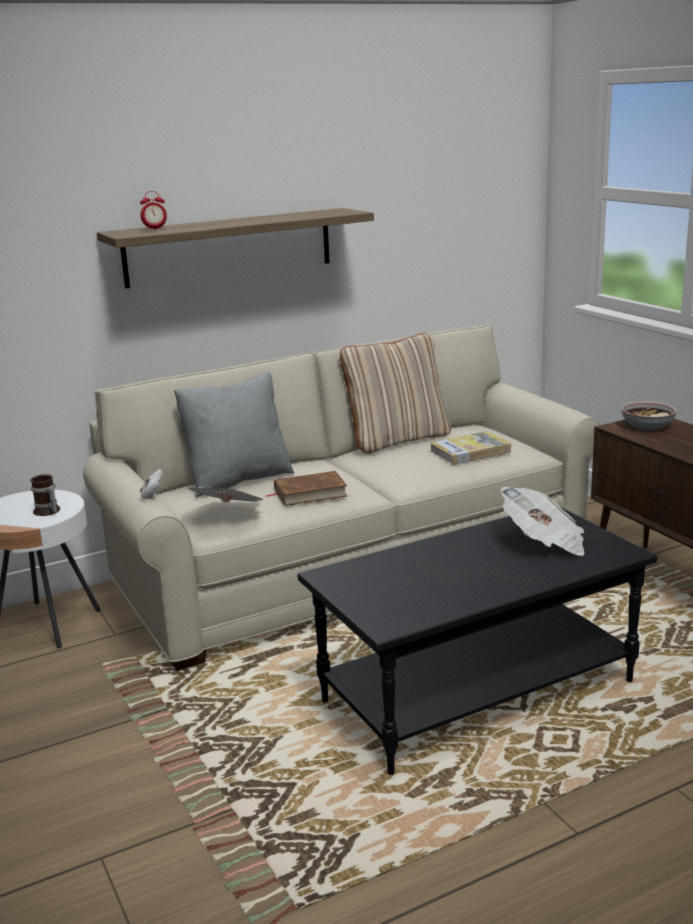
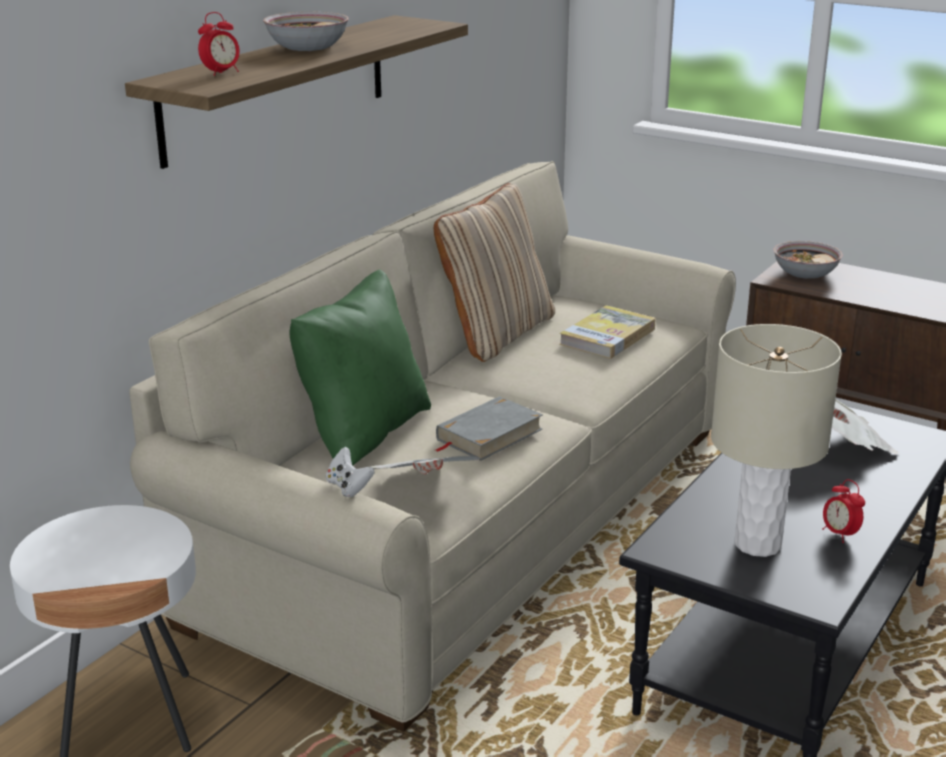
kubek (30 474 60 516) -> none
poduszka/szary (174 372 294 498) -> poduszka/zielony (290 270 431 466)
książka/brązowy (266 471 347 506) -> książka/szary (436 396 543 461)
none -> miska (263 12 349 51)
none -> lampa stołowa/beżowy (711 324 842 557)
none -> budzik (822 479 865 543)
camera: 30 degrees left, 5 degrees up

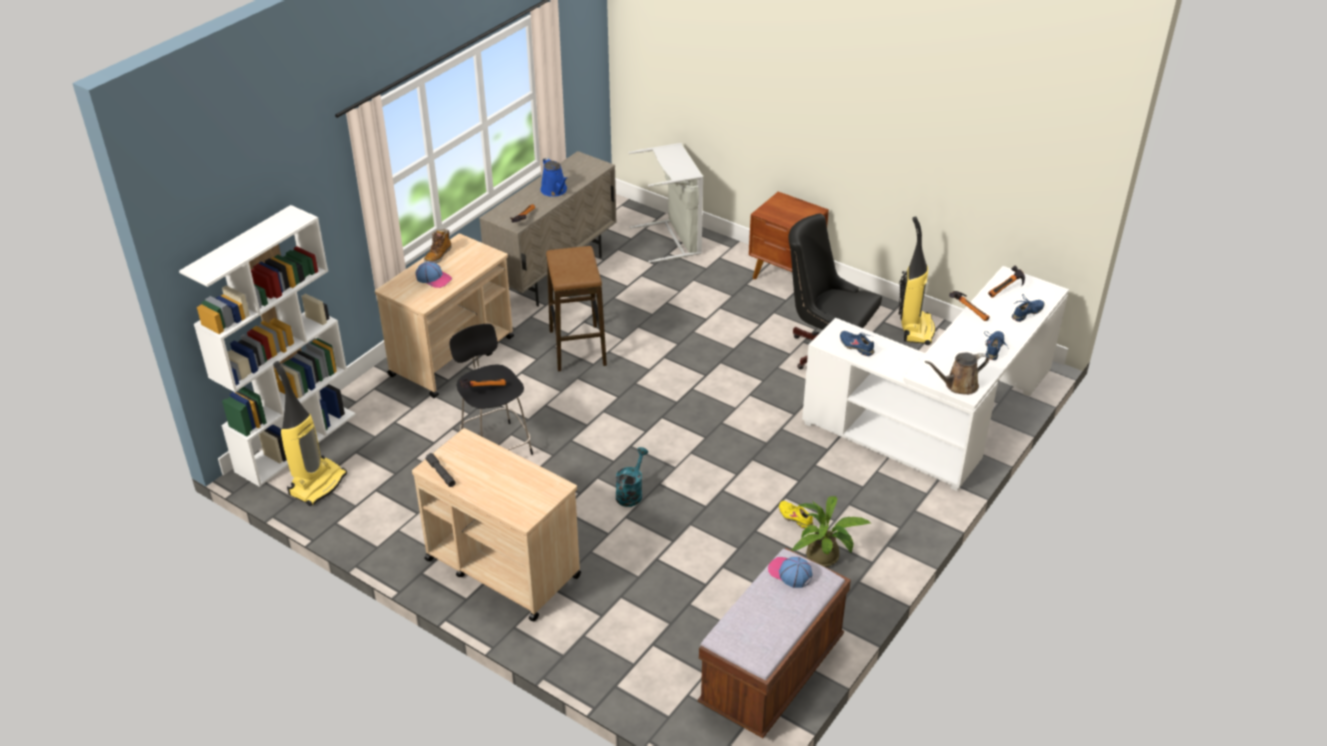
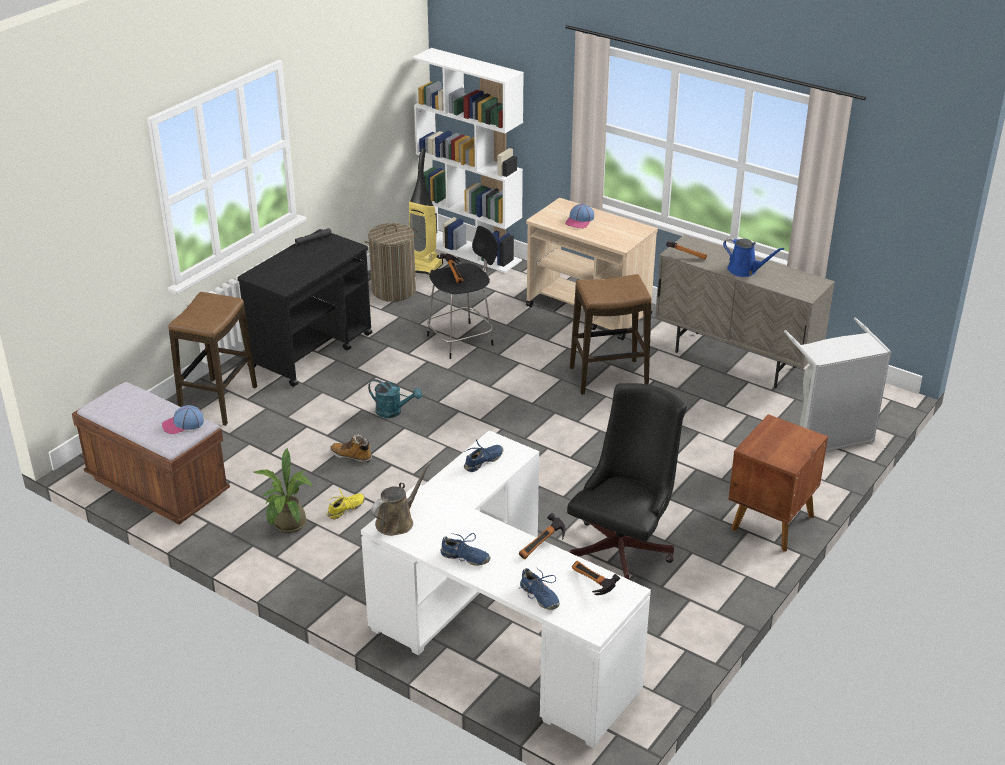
wózek/beżowy (412 428 581 622) -> wózek/czarny (238 229 372 387)
but z cholewką (424 229 452 263) -> but z cholewką (330 434 372 463), move
konewka/niebieski (541 157 568 197) -> konewka/niebieski (723 237 785 277), 120 degrees counterclockwise
czapka z daszkiem (768 557 813 588) -> czapka z daszkiem (162 405 204 434), 150 degrees counterclockwise
odkurzacz (898 216 935 345) -> none
konewka/brązowy (925 353 989 395) -> konewka/brązowy (371 461 432 536), 60 degrees clockwise
none -> stołek (168 292 257 426)
none -> kosz na pranie (365 223 417 302)
camera: 90 degrees right, 5 degrees down

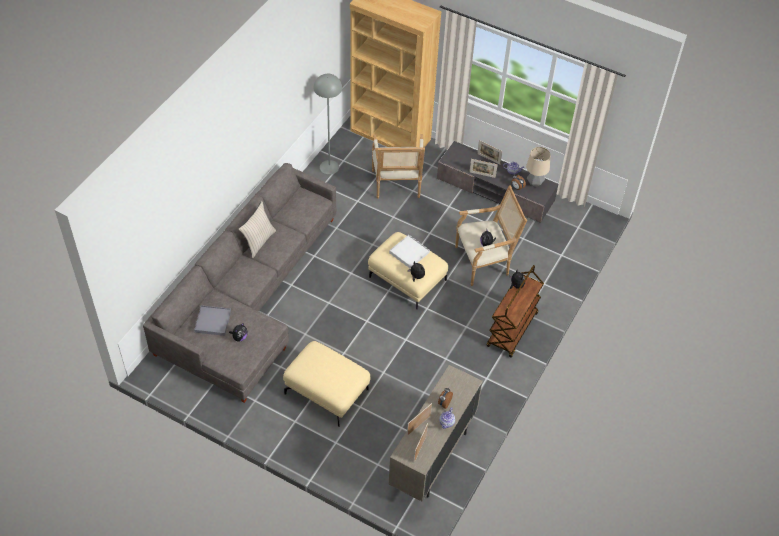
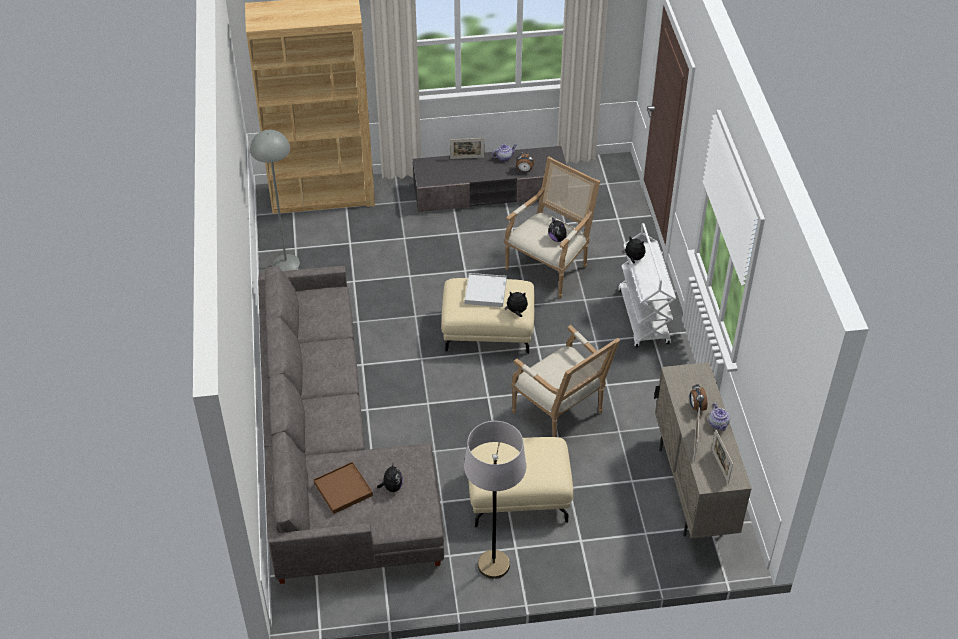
taca/szary (194 305 231 336) -> taca/brązowy (314 462 373 514)
poduszka/beżowy (238 201 276 258) -> none
fotel (372 134 425 199) -> fotel (511 325 620 437), move
ramka na zdjęcie (470 159 498 178) -> none
wózek/brązowy (487 265 544 358) -> wózek/biały (618 223 676 348)
lampa stołowa (526 147 550 187) -> none
none -> lampa stojąca/szary (464 421 526 579)
camera: 35 degrees left, 5 degrees down

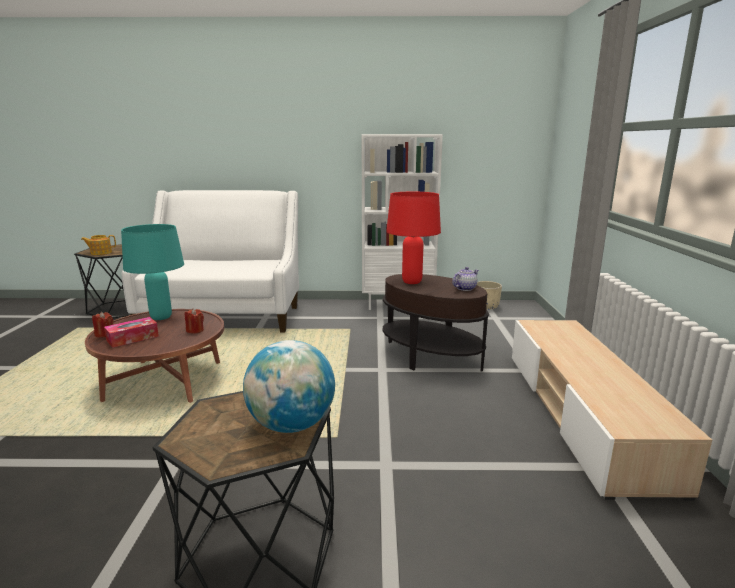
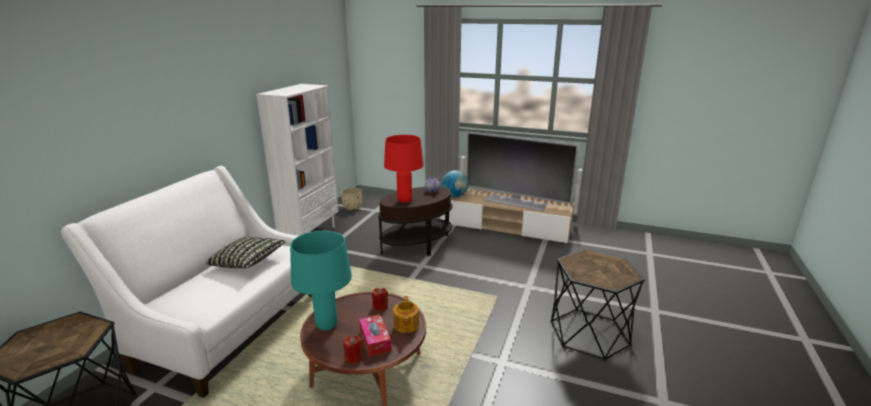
imbryk (81 235 116 255) -> imbryk (393 296 419 333), move
globus (243 340 335 433) -> globus (441 170 469 197), move
none -> poduszka (206 237 286 268)
none -> telewizor (466 132 579 211)
camera: 70 degrees left, 5 degrees up

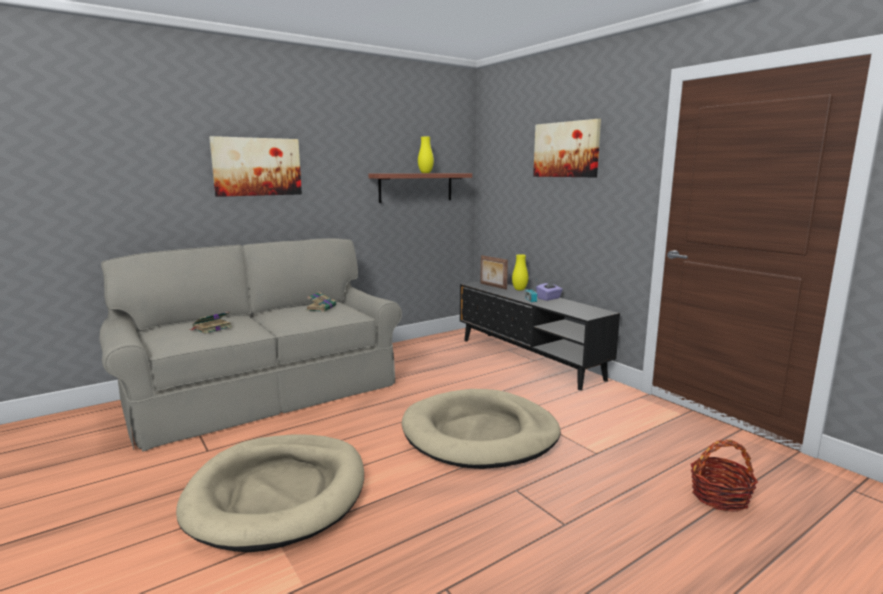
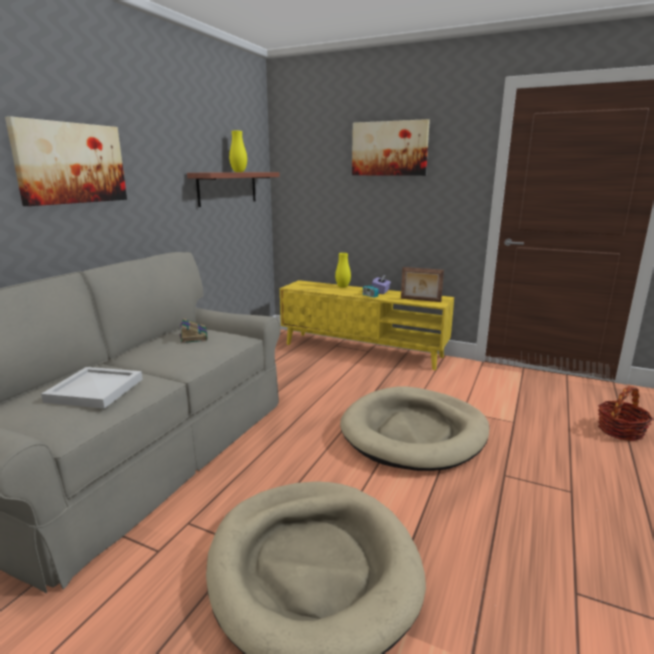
książka (189 312 232 334) -> taca/biały (41 367 143 409)
szafka pod telewizor/czarny (460 281 620 390) -> szafka pod telewizor/żółty (280 280 454 370)
ramka na zdjęcie (480 255 508 290) -> ramka na zdjęcie (401 267 444 302), move
camera: 30 degrees left, 5 degrees up

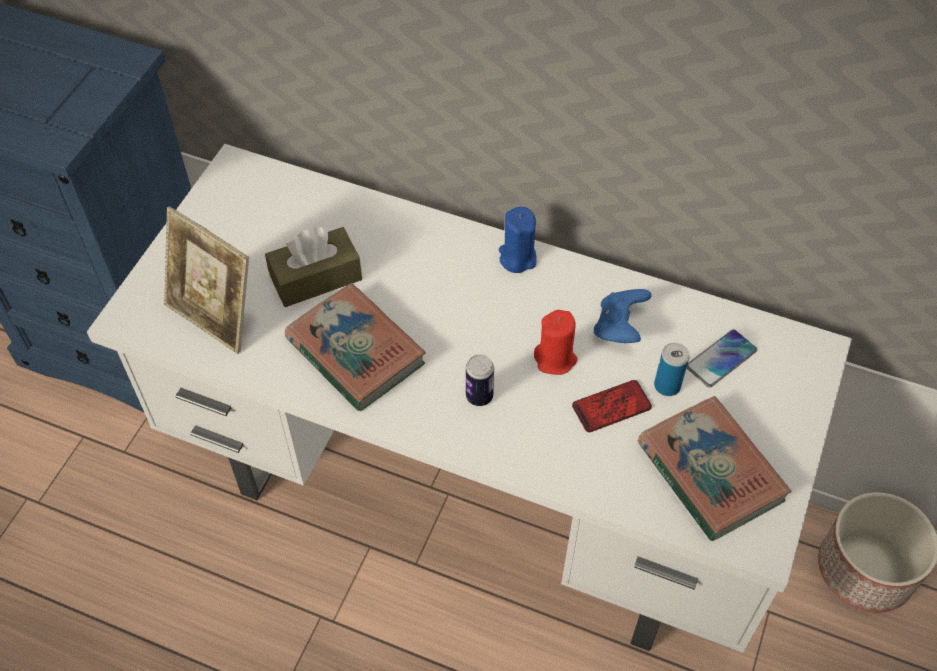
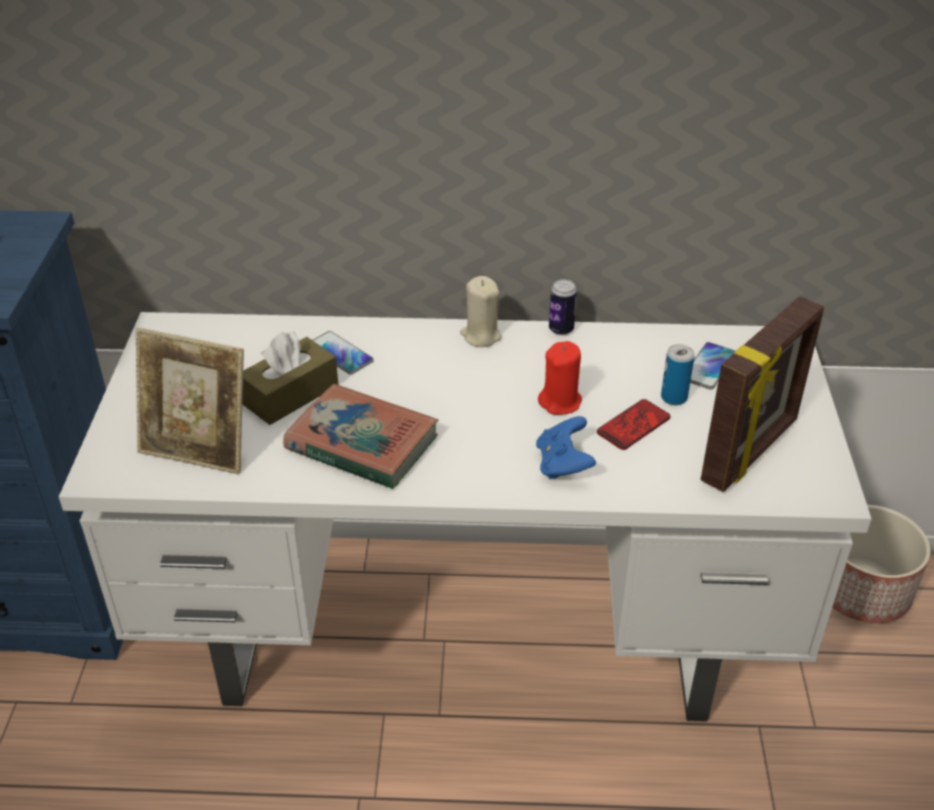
puszka (466 354 494 406) -> puszka (549 279 577 335), move
świeca/niebieski (499 207 536 273) -> świeca/beżowy (460 276 502 347)
pad do gier/niebieski (594 289 652 343) -> pad do gier/niebieski (536 416 596 479), move
książka (638 396 792 541) -> ramka na zdjęcie (700 296 824 492)
none -> telefon (313 331 374 374)
camera: 20 degrees left, 15 degrees down

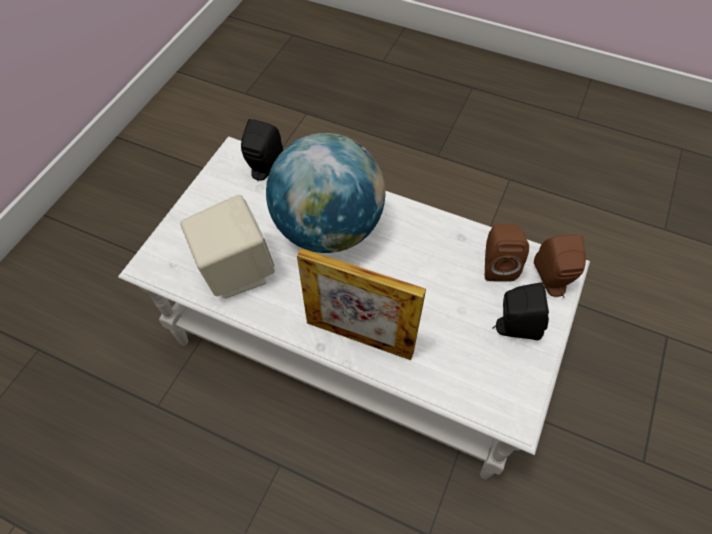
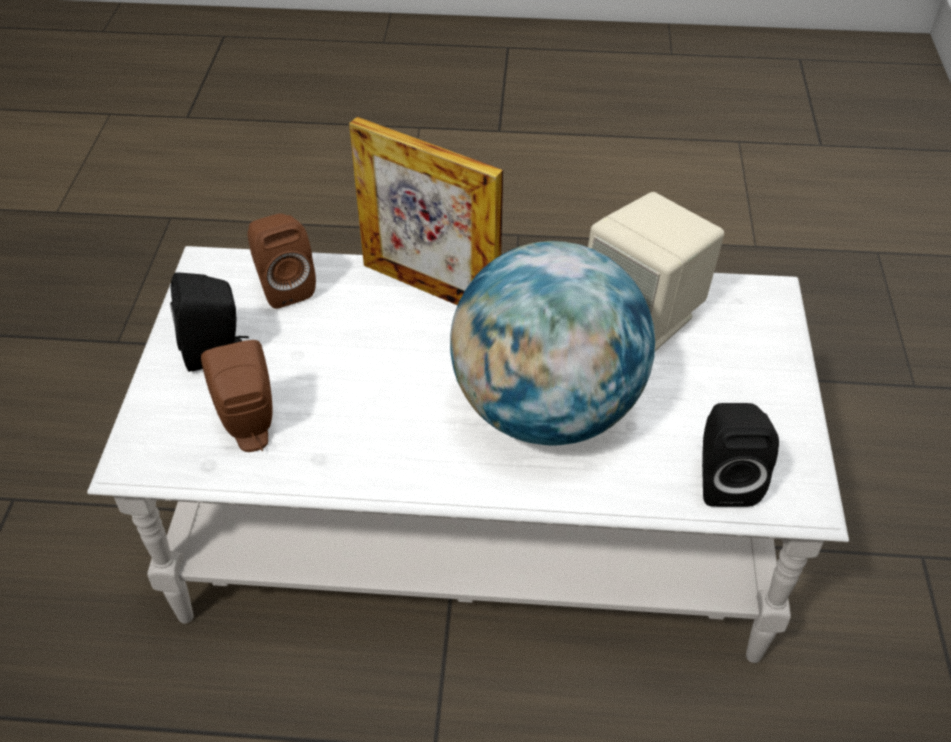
ramka na zdjęcie (297 248 426 360) -> ramka na zdjęcie (349 117 503 306), 150 degrees counterclockwise
głośnik/brązowy (534 234 586 298) -> głośnik/brązowy (247 214 316 309), move
camera: 160 degrees right, 10 degrees down

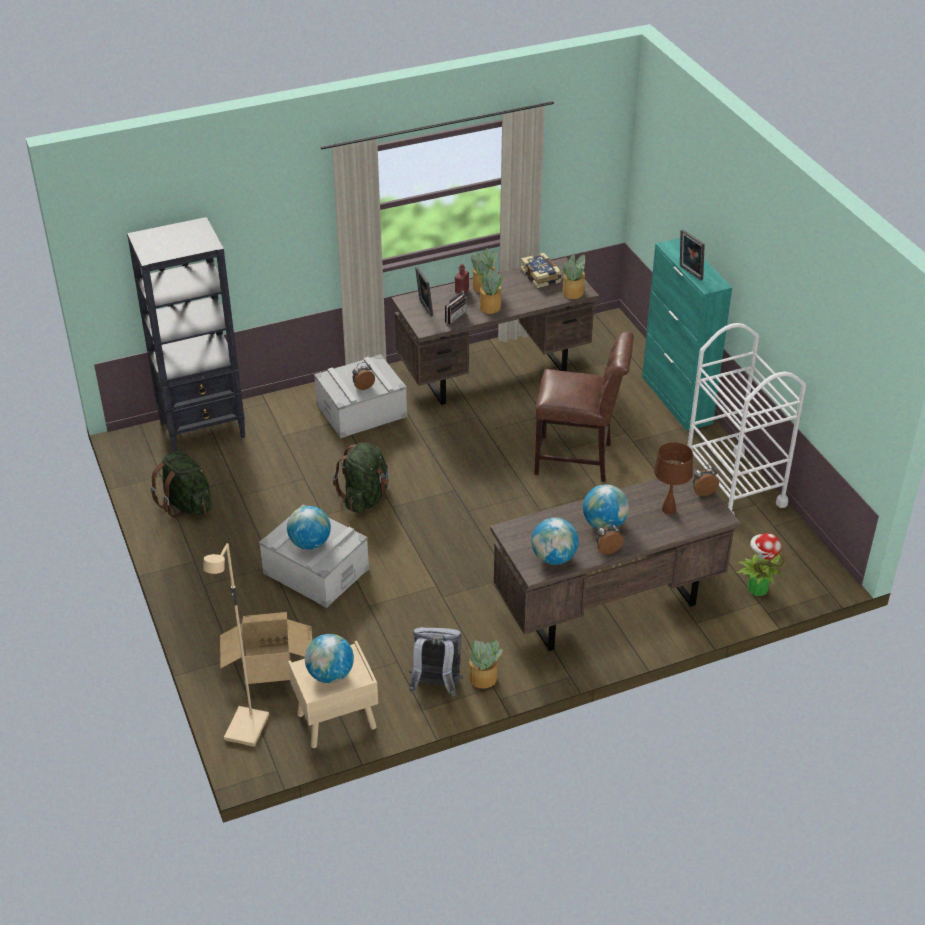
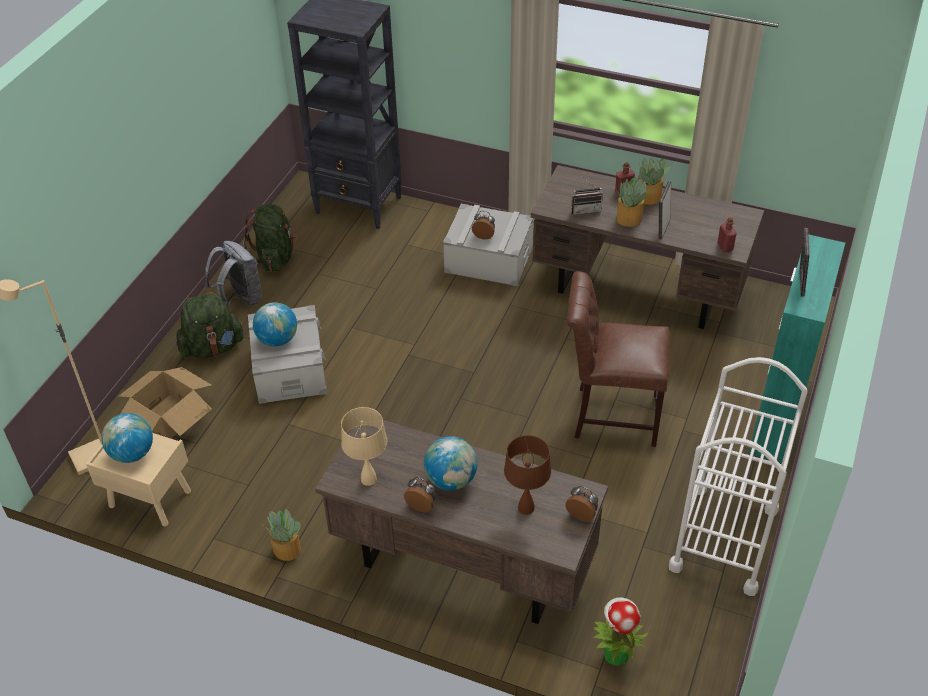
plecak/zielony (333 443 389 513) -> plecak/zielony (176 292 244 359), move
plecak/szary (409 627 463 697) -> plecak/szary (205 241 262 307), move
ramka na zdjęcie (415 266 433 316) -> ramka na zdjęcie (659 181 671 240), move
książka (520 253 562 288) -> none
globus (532 517 579 565) -> lampa stołowa/beżowy (341 407 387 486)
krzesło/brązowy (534 332 634 482) -> krzesło/brązowy (567 271 670 447), 135 degrees clockwise
roślina doniczkowa (562 253 585 299) -> butelka/czerwony (717 217 737 252)
camera: 45 degrees right, 5 degrees up

